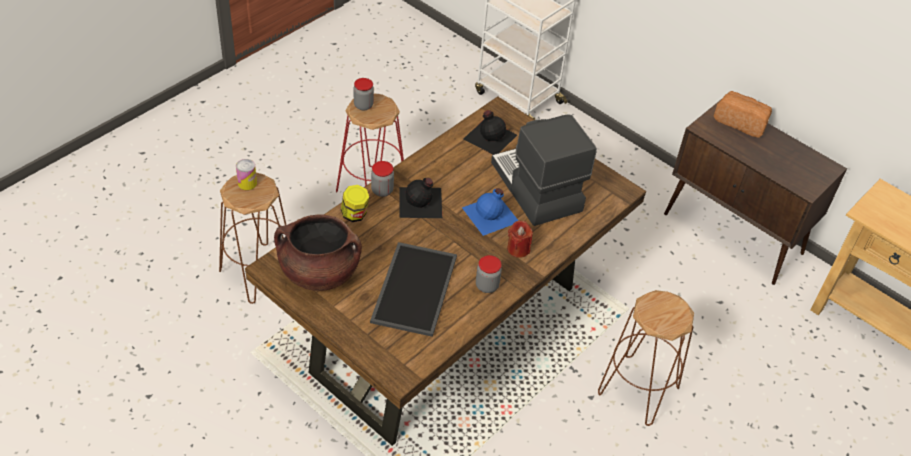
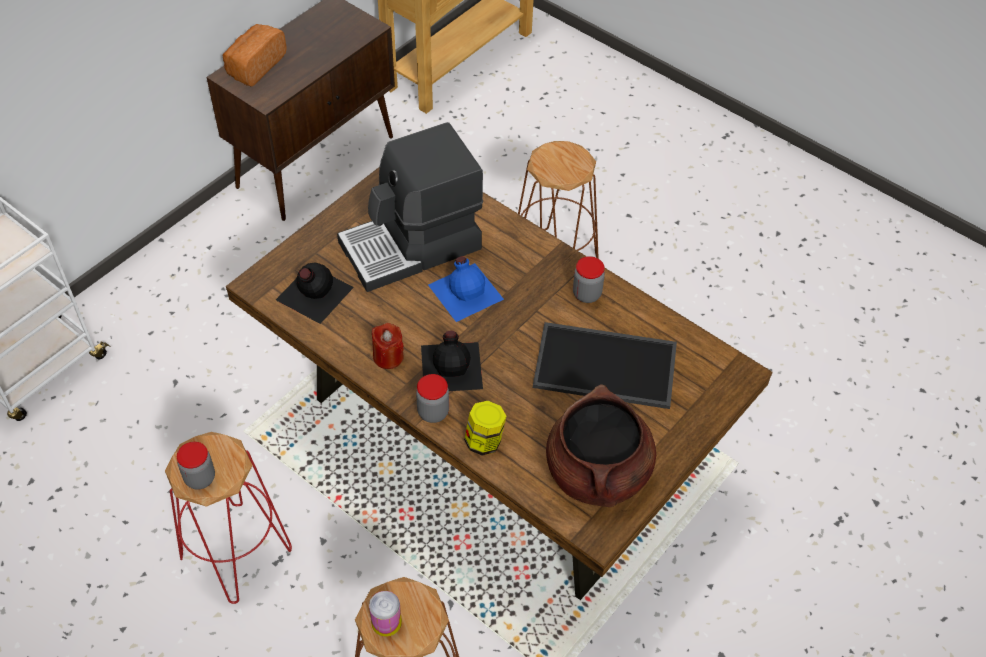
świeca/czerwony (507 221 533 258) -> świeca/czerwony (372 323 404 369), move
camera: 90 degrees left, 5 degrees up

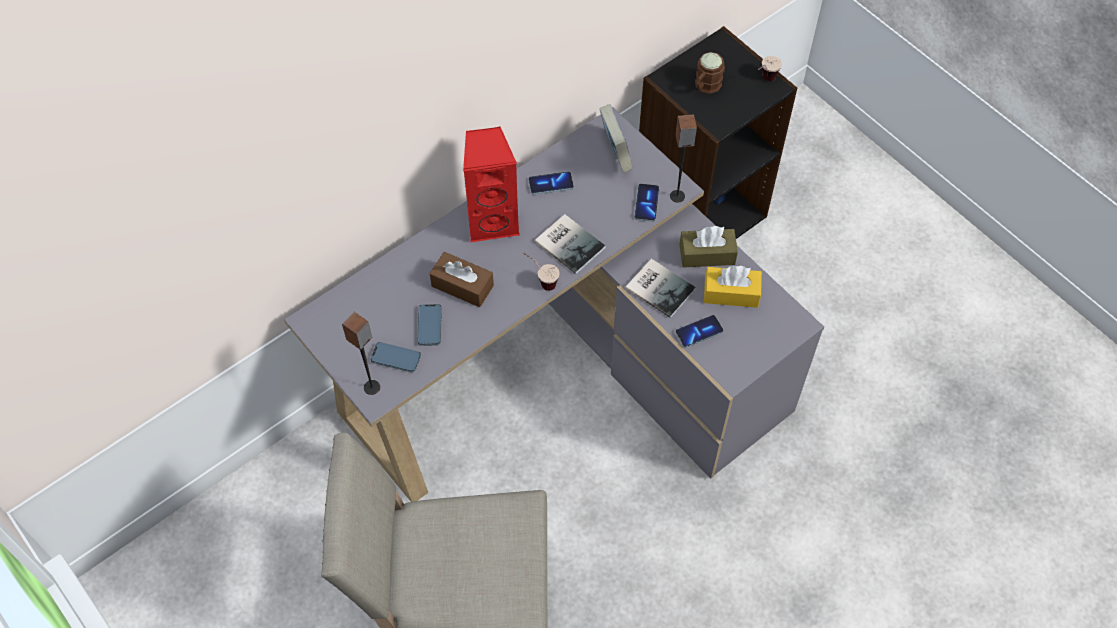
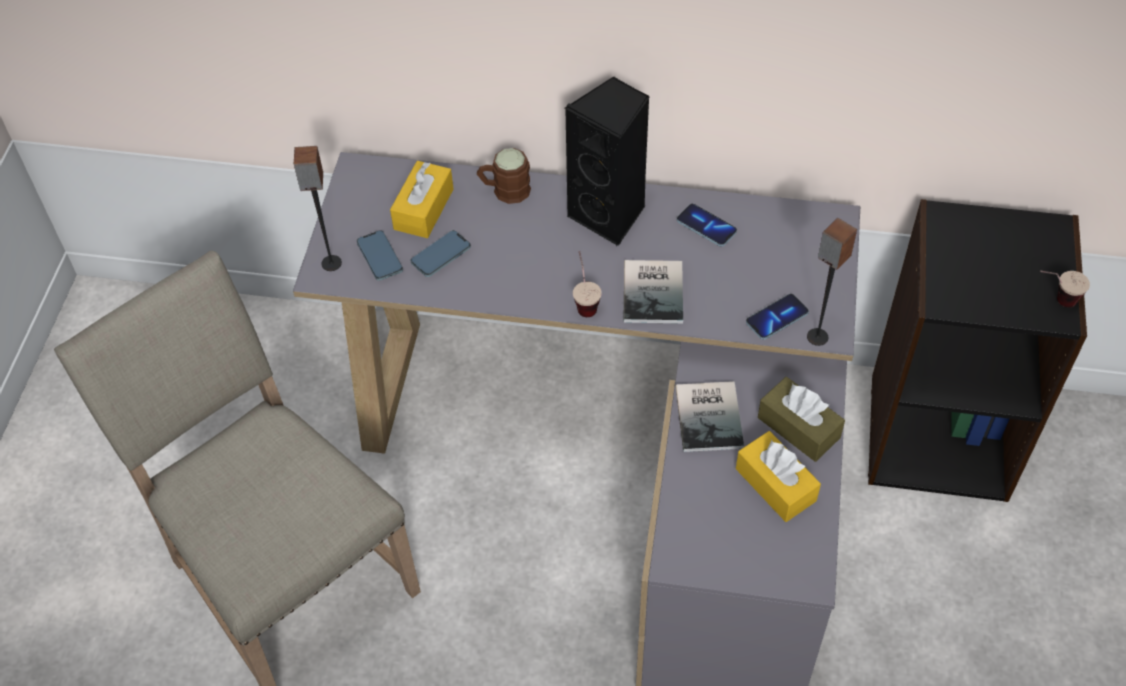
pudełko chusteczek/brązowy (430 252 494 307) -> none
głośnik/czerwony (463 127 520 242) -> głośnik/czarny (565 76 650 246)
książka (599 104 633 172) -> none
telefon (675 315 723 348) -> none
kubek/brązowy (695 52 725 94) -> kubek/brązowy (477 148 531 204), move
none -> pudełko chusteczek/żółty (390 161 453 238)
camera: 50 degrees right, 5 degrees down

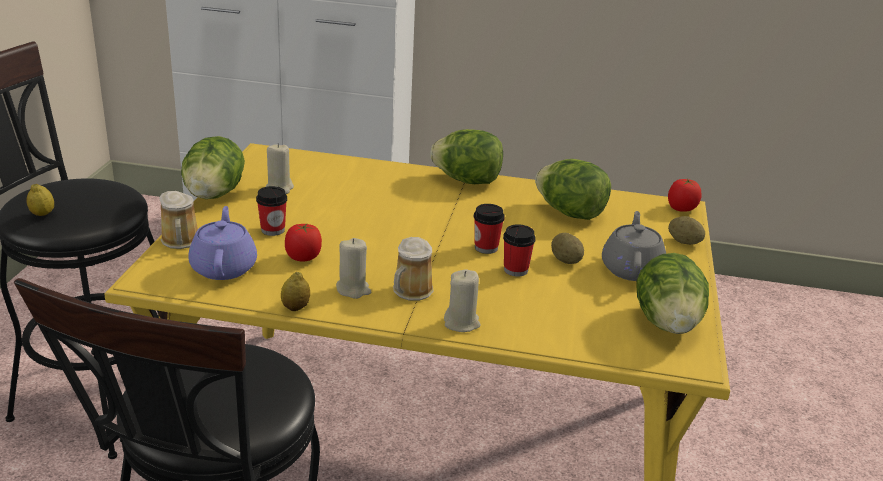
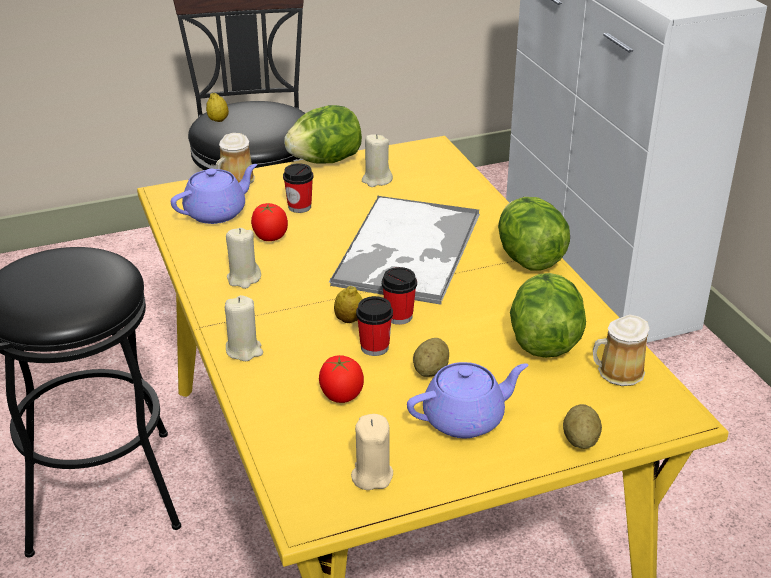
cytryna (281 272 310 311) -> cytryna (334 286 362 323), move
kubek (393 237 434 301) -> kubek (593 314 649 386), move
imbryk/szary (602 211 666 281) -> imbryk/fioletowy (407 362 528 438)
sałata (636 253 709 334) -> świeca/beżowy (351 414 393 490)
pomidor (668 178 701 212) -> pomidor (319 355 364 403), move
none -> taca (329 196 480 305)
camera: 60 degrees right, 5 degrees up

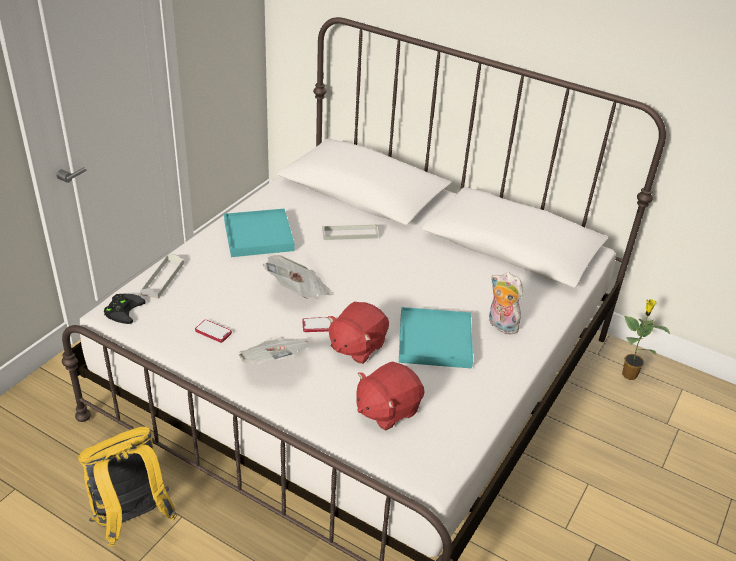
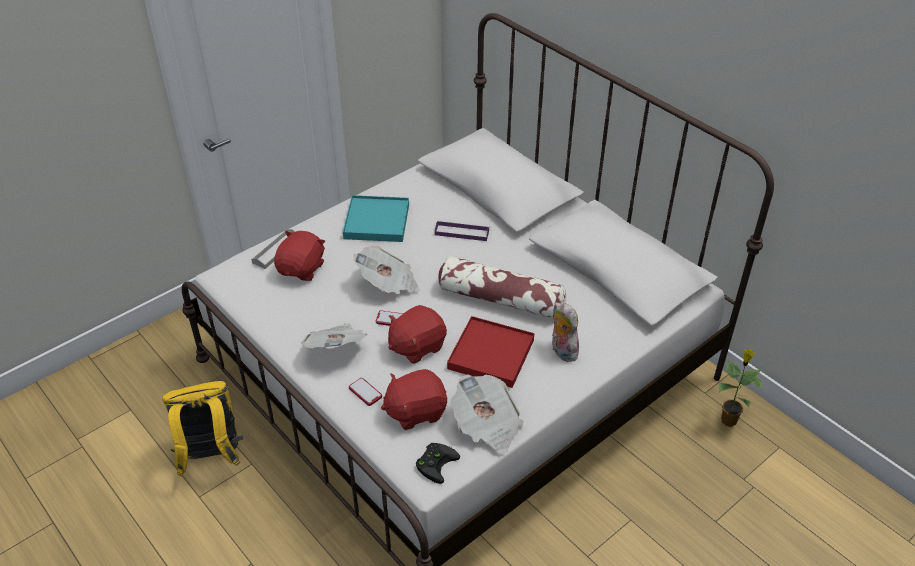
pad do gier/czarny (104 294 145 324) -> pad do gier/czarny (416 443 460 484), move
telefon (195 320 232 343) -> telefon (349 378 382 406), move
taca/szary (322 224 378 240) -> taca/fioletowy (435 221 489 241)
taca/turkusowy (399 307 473 369) -> taca/czerwony (447 316 534 388)
none -> pluszak/czerwony (274 231 326 281)
none -> poduszka (438 256 566 319)
none -> gazeta (450 374 524 454)
camera: 20 degrees right, 5 degrees up

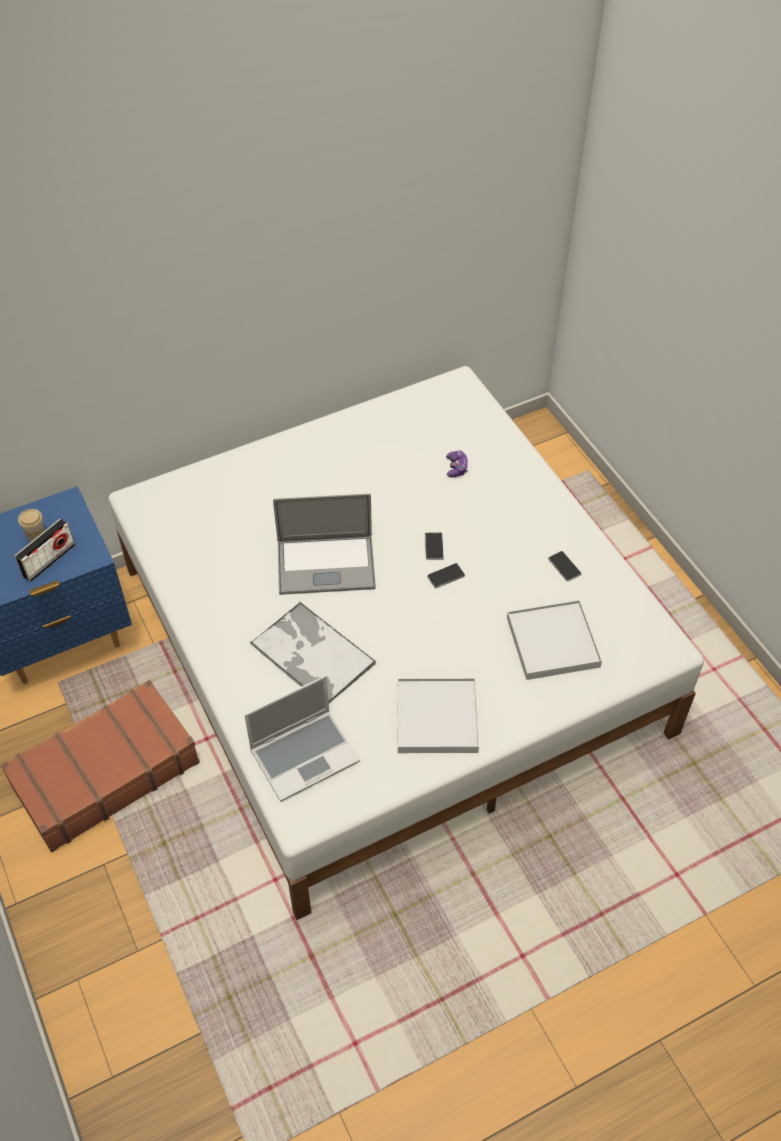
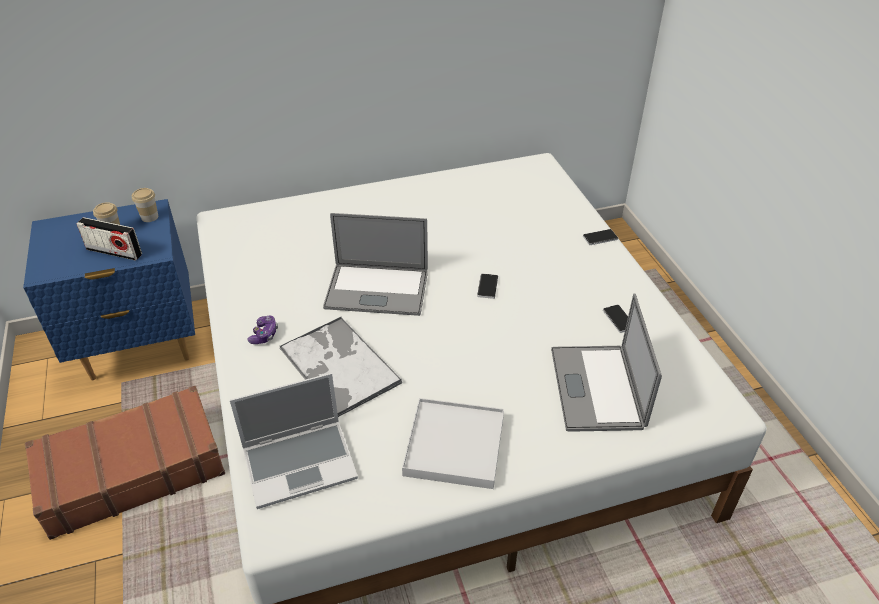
radio (15 519 75 582) -> radio (77 217 142 261), 60 degrees clockwise
telefon (427 563 465 588) -> telefon (583 229 618 245), move
pad do gier (446 450 468 477) -> pad do gier (247 316 278 344), move
taca/biały (507 600 602 680) -> laptop (551 293 662 432)
none -> filiżanka (132 188 158 222)
camera: 10 degrees right, 10 degrees down

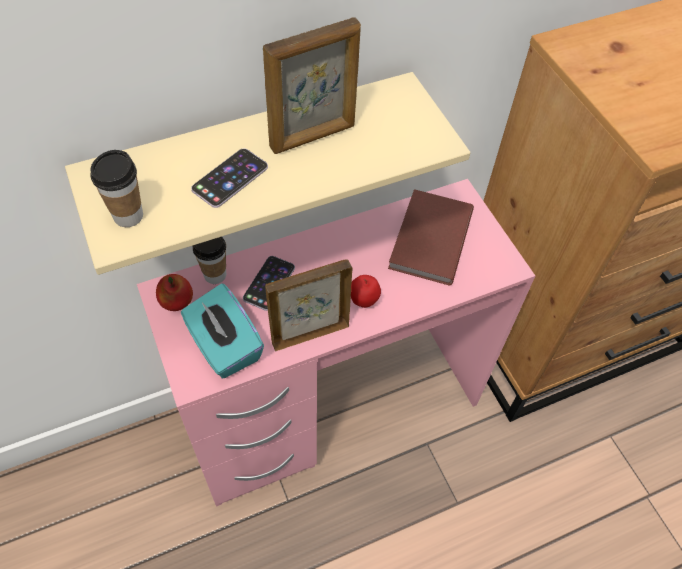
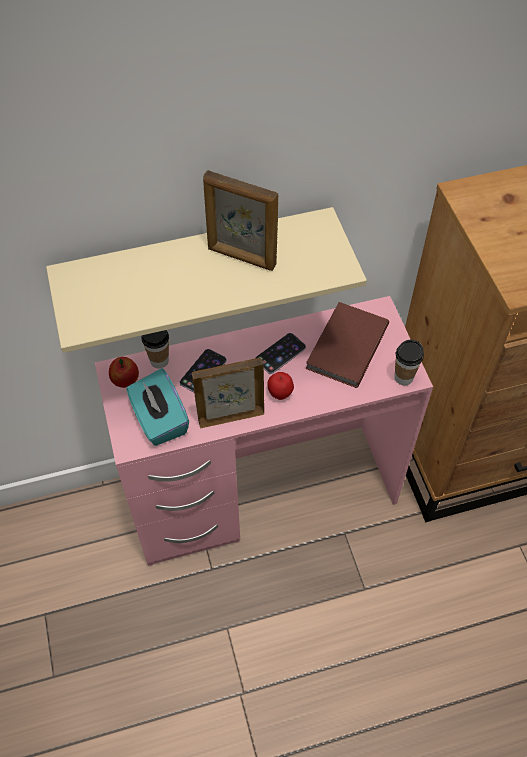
filiżanka (90 150 143 227) -> filiżanka (394 340 424 385), move
telefon (191 148 268 208) -> telefon (255 333 306 374), move
ramka na zdjęcie (263 17 361 154) -> ramka na zdjęcie (203 170 278 271), 45 degrees clockwise
camera: 10 degrees right, 0 degrees up

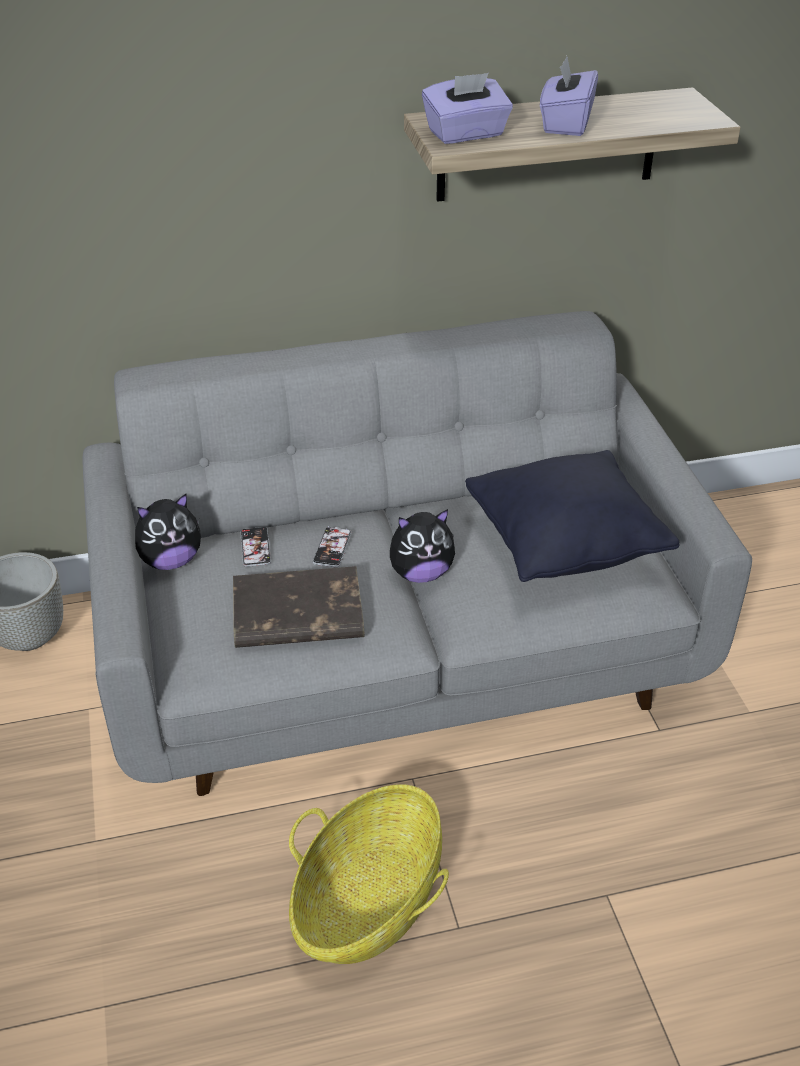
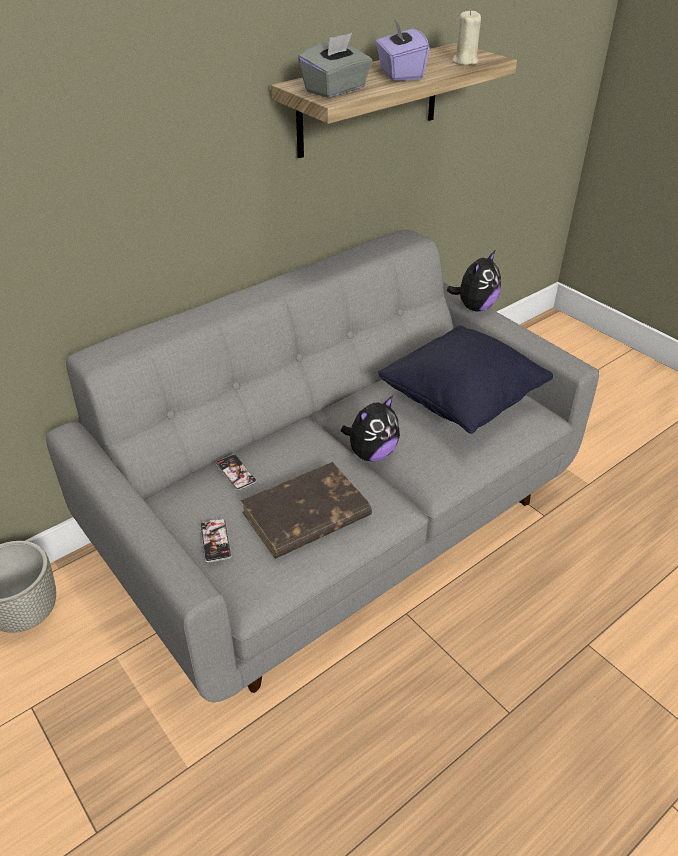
pluszak (135 494 201 570) -> pluszak (447 251 501 311), move
koszyk (289 784 449 964) -> none
telefon (313 526 352 567) -> telefon (200 519 232 563), move
pudełko chusteczek/fioletowy (422 73 513 144) -> pudełko chusteczek/szary (298 33 372 98)
none -> świeca/beżowy (452 10 481 65)
camera: 25 degrees left, 0 degrees up

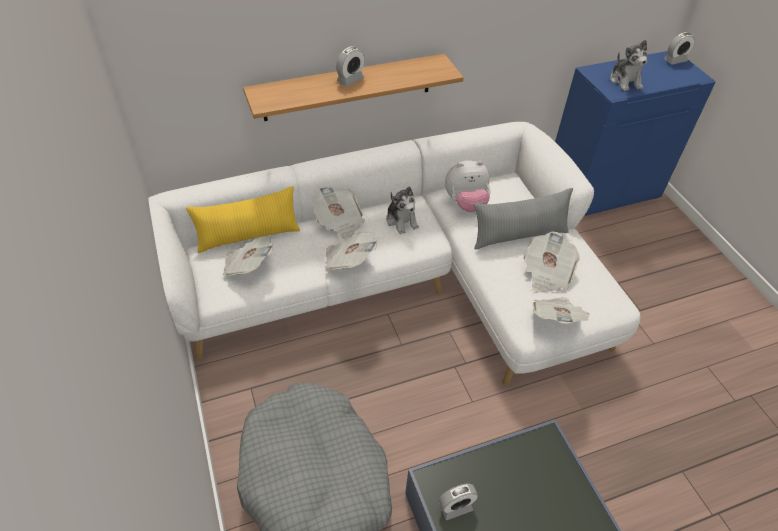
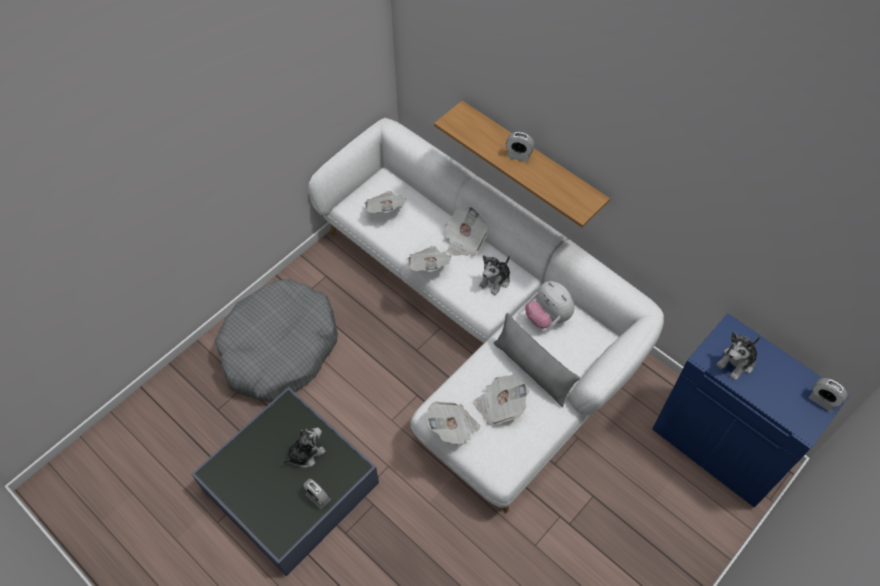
poduszka/żółty (186 186 300 253) -> none
budzik (439 484 478 520) -> budzik (303 479 331 509), move
none -> pluszak (282 428 326 468)
camera: 65 degrees right, 10 degrees up

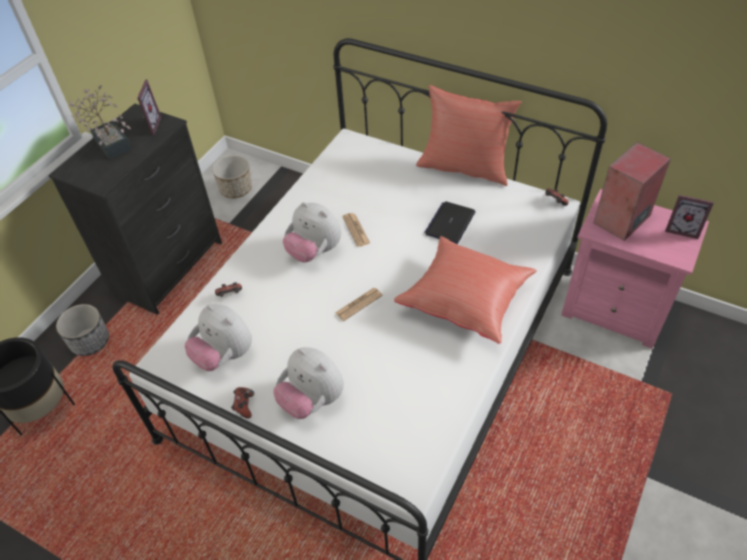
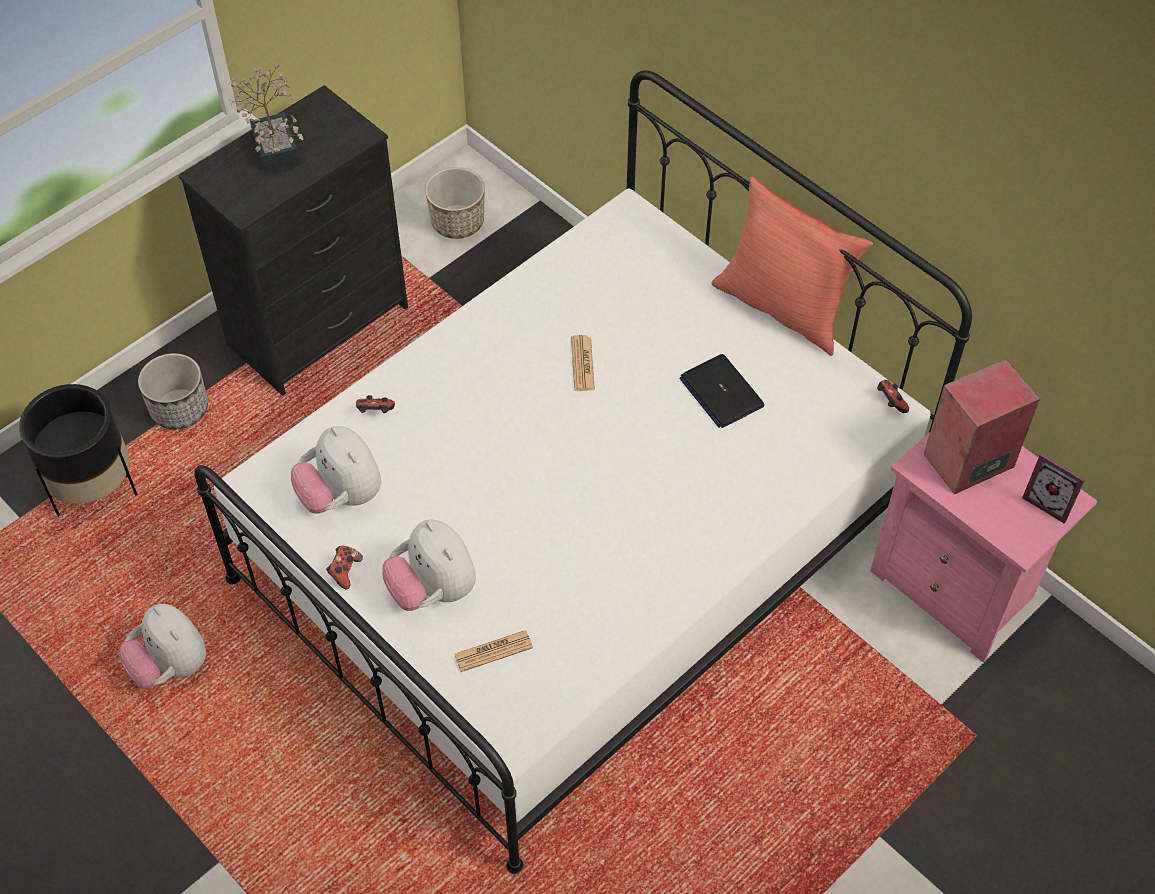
ramka na zdjęcie (137 80 161 135) -> none
pluszak (283 202 341 262) -> pluszak (119 604 206 689), move
gazeta (335 288 383 321) -> gazeta (454 630 533 672), move
poduszka/czerwony (394 236 537 344) -> none
laptop (424 201 475 244) -> laptop (680 354 765 428), 75 degrees counterclockwise
camera: 15 degrees right, 5 degrees up

